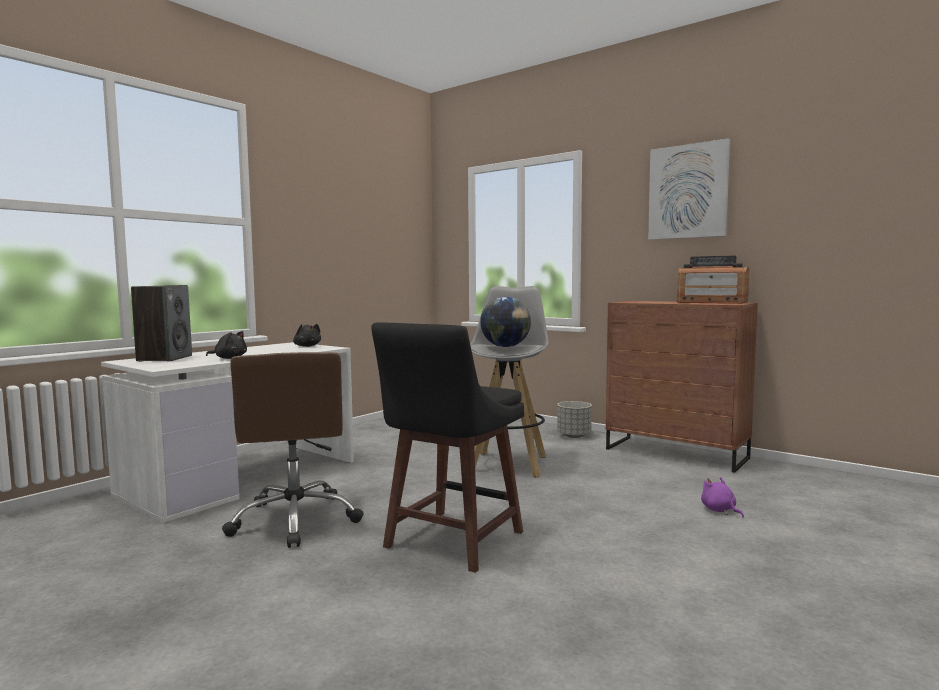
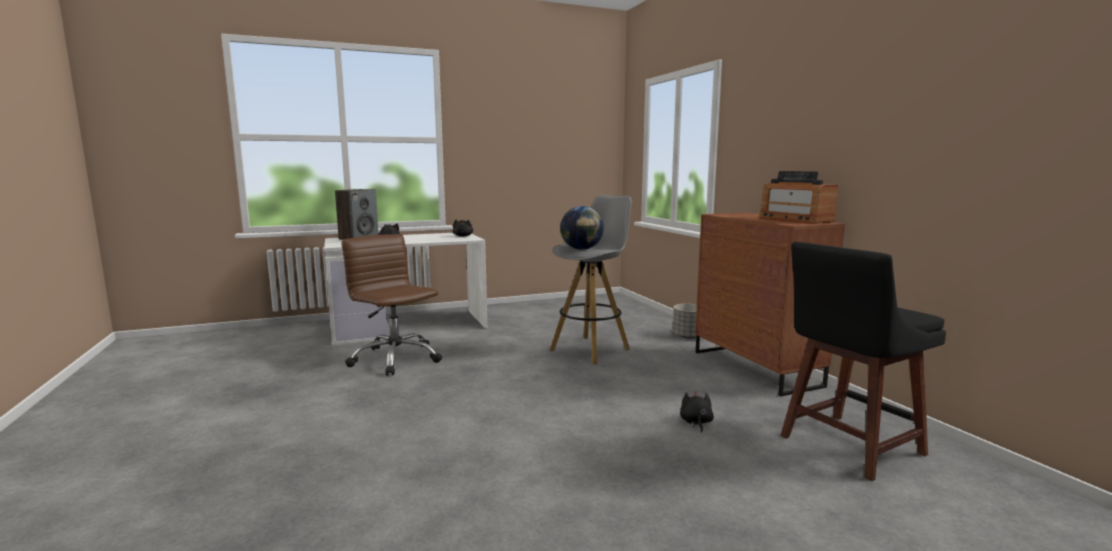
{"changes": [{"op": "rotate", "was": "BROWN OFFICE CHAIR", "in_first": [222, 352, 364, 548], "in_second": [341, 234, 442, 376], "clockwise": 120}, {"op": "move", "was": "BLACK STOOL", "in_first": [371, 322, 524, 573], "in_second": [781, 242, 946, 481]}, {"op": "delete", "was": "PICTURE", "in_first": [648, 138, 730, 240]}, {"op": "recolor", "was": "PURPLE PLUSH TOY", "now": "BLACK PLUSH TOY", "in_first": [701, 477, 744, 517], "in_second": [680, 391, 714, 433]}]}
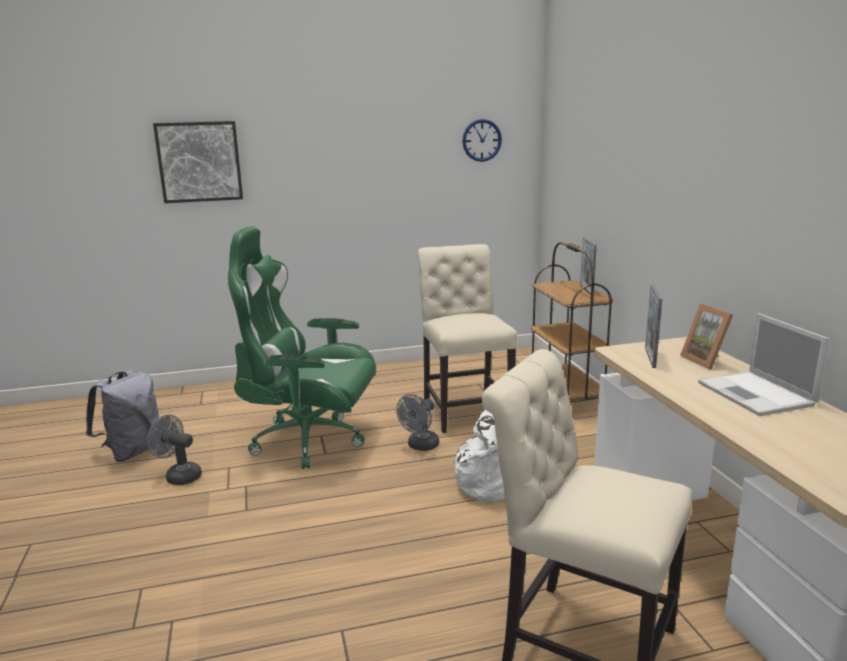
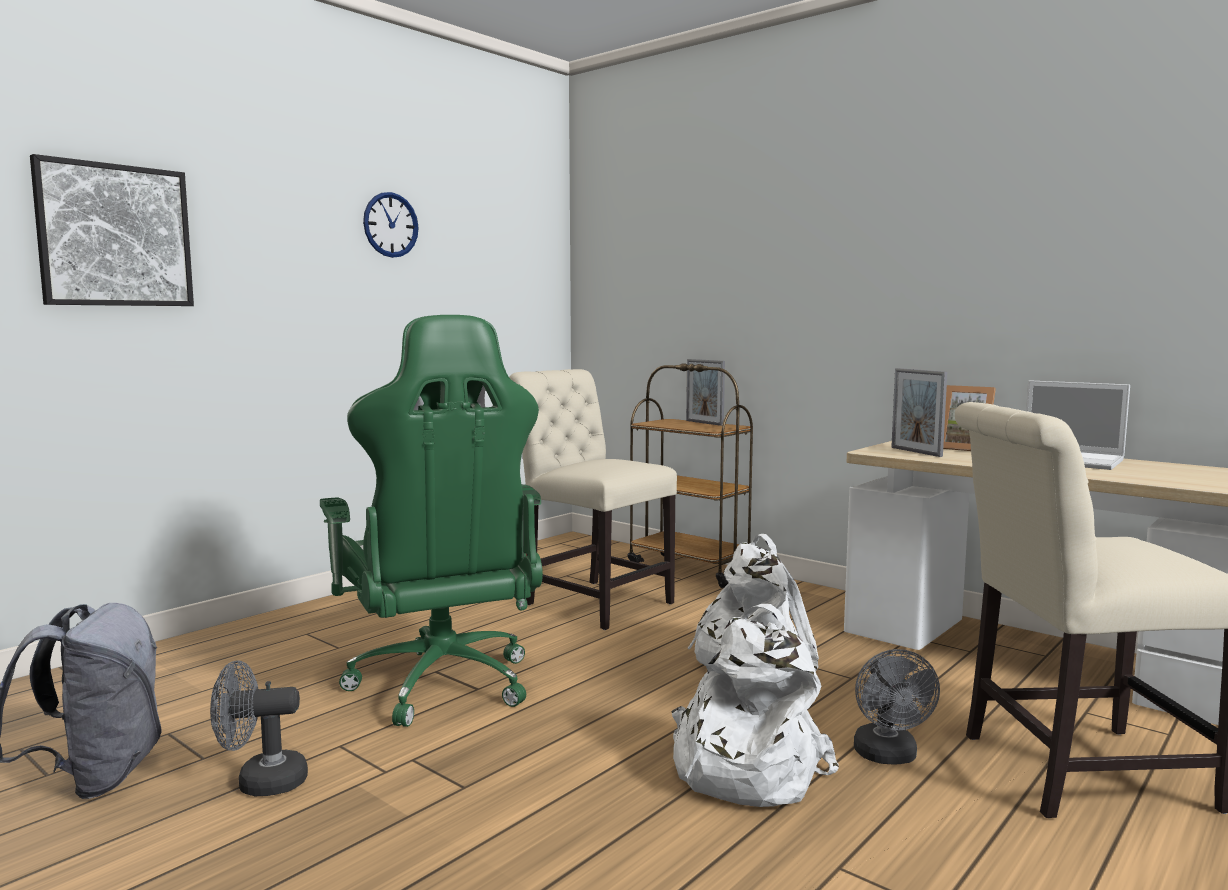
{"changes": [{"op": "rotate", "was": "GREEN OFFICE CHAIR", "in_first": [228, 226, 376, 469], "in_second": [320, 315, 543, 727], "clockwise": -90}, {"op": "move", "was": "GREY FAN", "in_first": [396, 394, 439, 451], "in_second": [854, 649, 940, 764]}, {"op": "move", "was": "WALL CLOCK", "in_first": [462, 119, 502, 162], "in_second": [363, 192, 419, 258]}, {"op": "insert", "now": "WHITE BACKPACK", "in_second": [672, 604, 839, 807]}]}
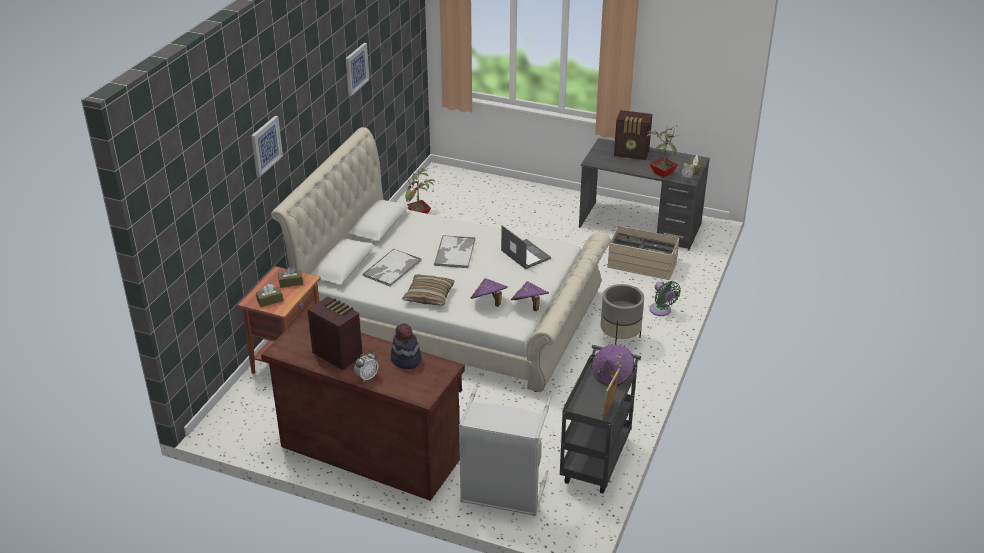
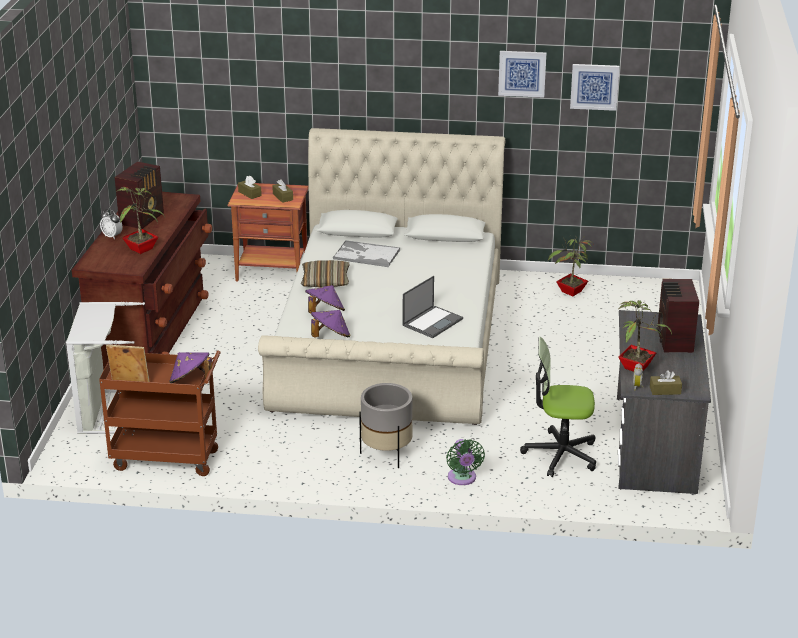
{"changes": [{"op": "move", "was": "PICTURE", "in_first": [251, 116, 283, 177], "in_second": [570, 64, 620, 111]}, {"op": "replace", "was": "HAT", "now": "POTTED PLANT", "in_first": [390, 323, 422, 369], "in_second": [115, 187, 166, 254]}, {"op": "delete", "was": "TRAY", "in_first": [434, 235, 476, 268]}, {"op": "recolor", "was": "GREY CART", "now": "BROWN CART", "in_first": [560, 345, 641, 494], "in_second": [99, 351, 220, 476]}, {"op": "replace", "was": "BEIGE STORAGE BOX", "now": "OFFICE CHAIR", "in_first": [607, 226, 679, 280], "in_second": [520, 337, 596, 477]}, {"op": "rotate", "was": "GREEN FAN", "in_first": [649, 281, 681, 316], "in_second": [446, 439, 485, 485], "clockwise": -60}]}
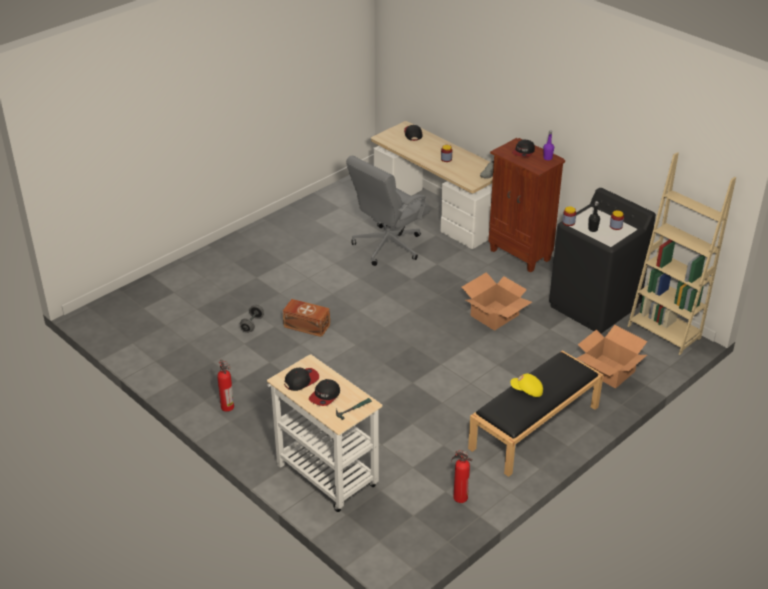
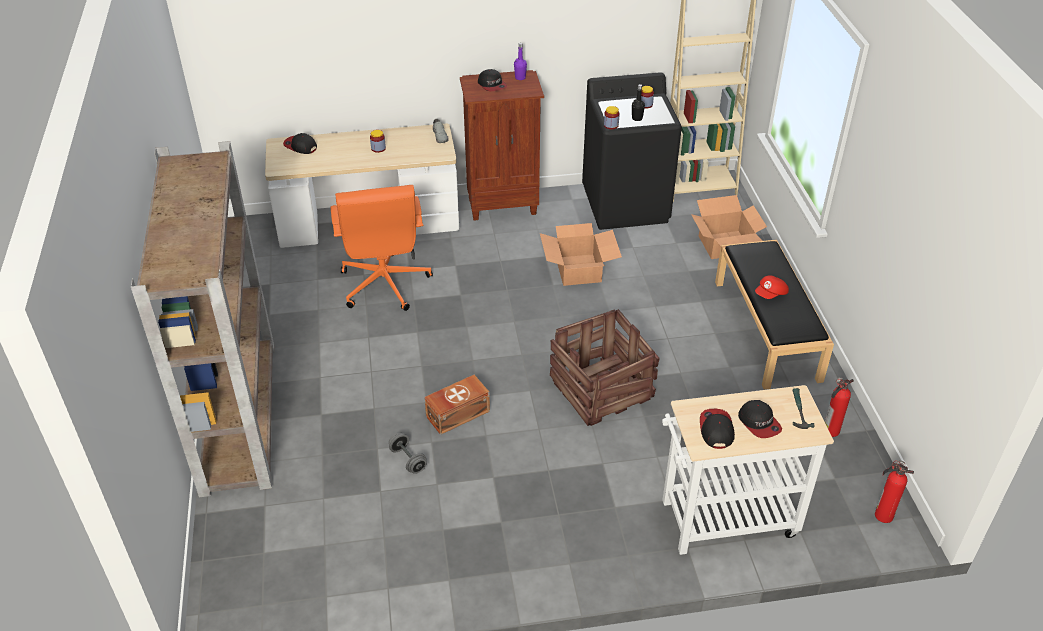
{"changes": [{"op": "move", "was": "FIRE EXTINGUISHER", "in_first": [217, 360, 234, 412], "in_second": [875, 461, 914, 523]}, {"op": "recolor", "was": "GREY OFFICE CHAIR", "now": "ORANGE OFFICE CHAIR", "in_first": [346, 156, 430, 266], "in_second": [331, 185, 433, 311]}, {"op": "recolor", "was": "YELLOW CAP", "now": "RED CAP", "in_first": [510, 374, 543, 397], "in_second": [755, 275, 789, 299]}, {"op": "insert", "now": "BROWN BOOKCASE", "in_second": [131, 141, 274, 497]}, {"op": "insert", "now": "CRATE", "in_second": [550, 309, 660, 426]}]}
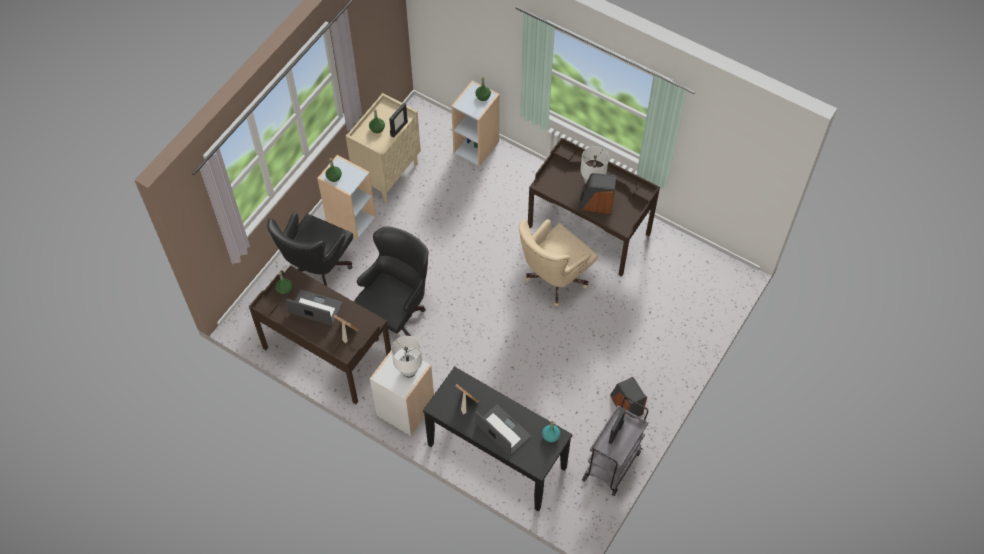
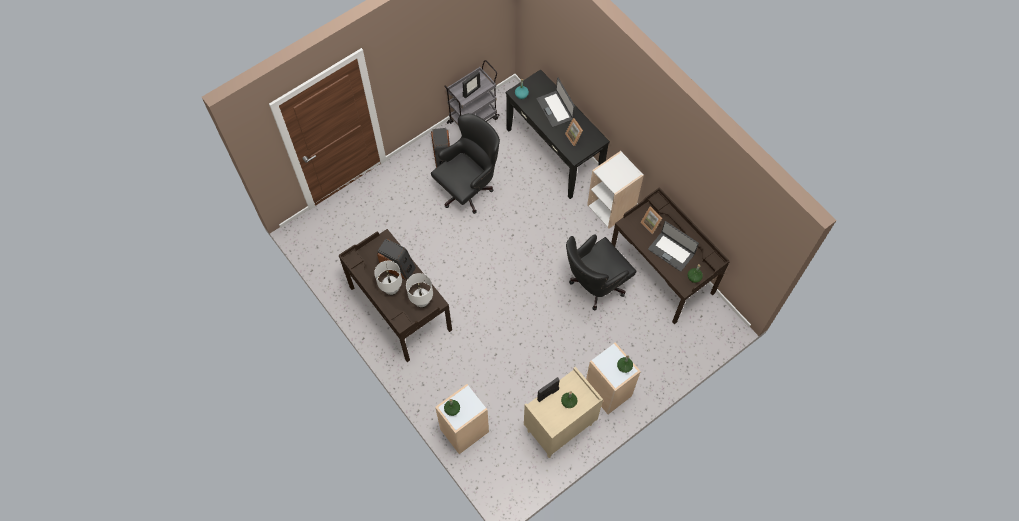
{"changes": [{"op": "move", "was": "BLACK OFFICE CHAIR", "in_first": [267, 213, 353, 286], "in_second": [431, 113, 500, 214]}, {"op": "move", "was": "WHITE TABLE LAMP", "in_first": [391, 336, 422, 377], "in_second": [406, 273, 433, 308]}, {"op": "delete", "was": "BEIGE OFFICE CHAIR", "in_first": [519, 219, 598, 306]}]}
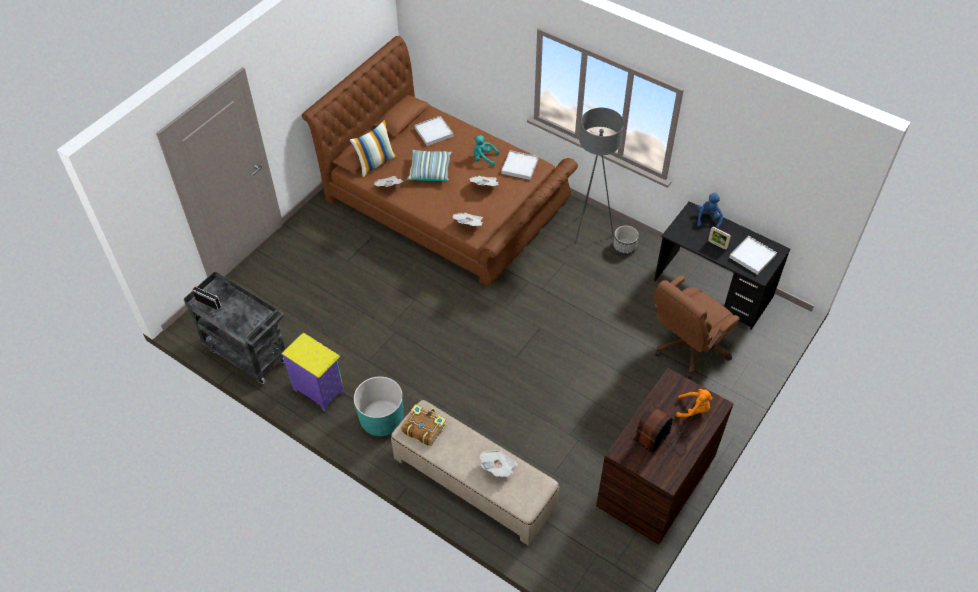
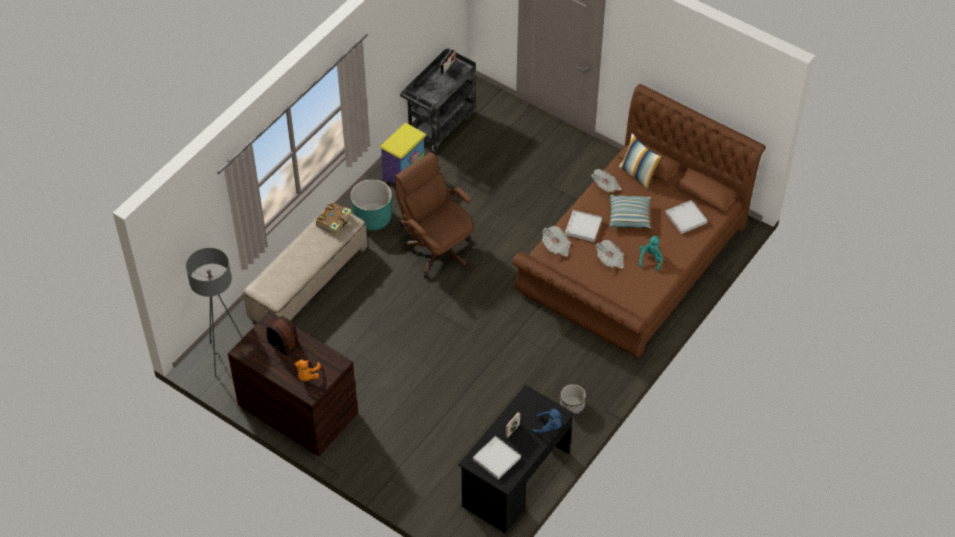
{"changes": [{"op": "delete", "was": "NEWSPAPER", "in_first": [480, 450, 518, 477]}, {"op": "move", "was": "WHITE TRAY", "in_first": [501, 150, 539, 180], "in_second": [565, 210, 602, 242]}, {"op": "move", "was": "GREY FLOOR LAMP", "in_first": [575, 108, 624, 243], "in_second": [186, 248, 243, 377]}, {"op": "move", "was": "BROWN OFFICE CHAIR", "in_first": [654, 275, 740, 379], "in_second": [395, 152, 474, 278]}]}
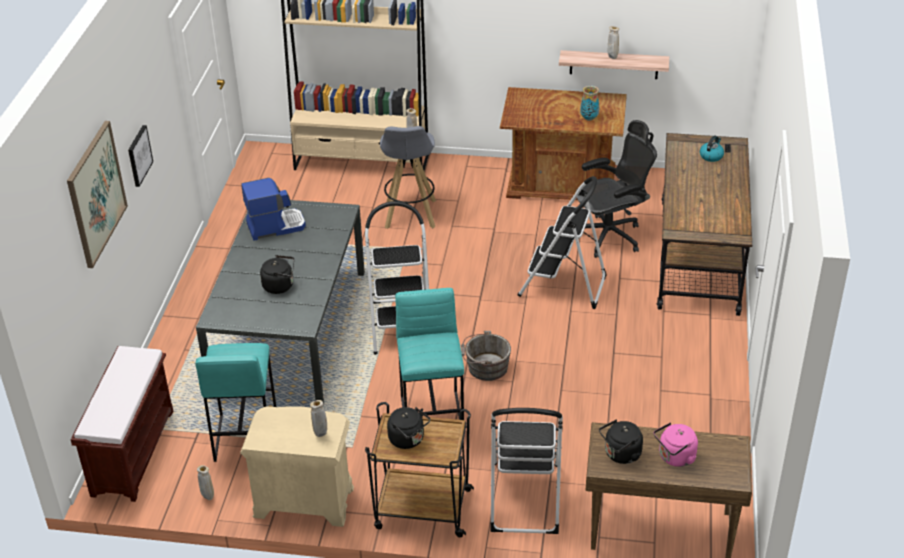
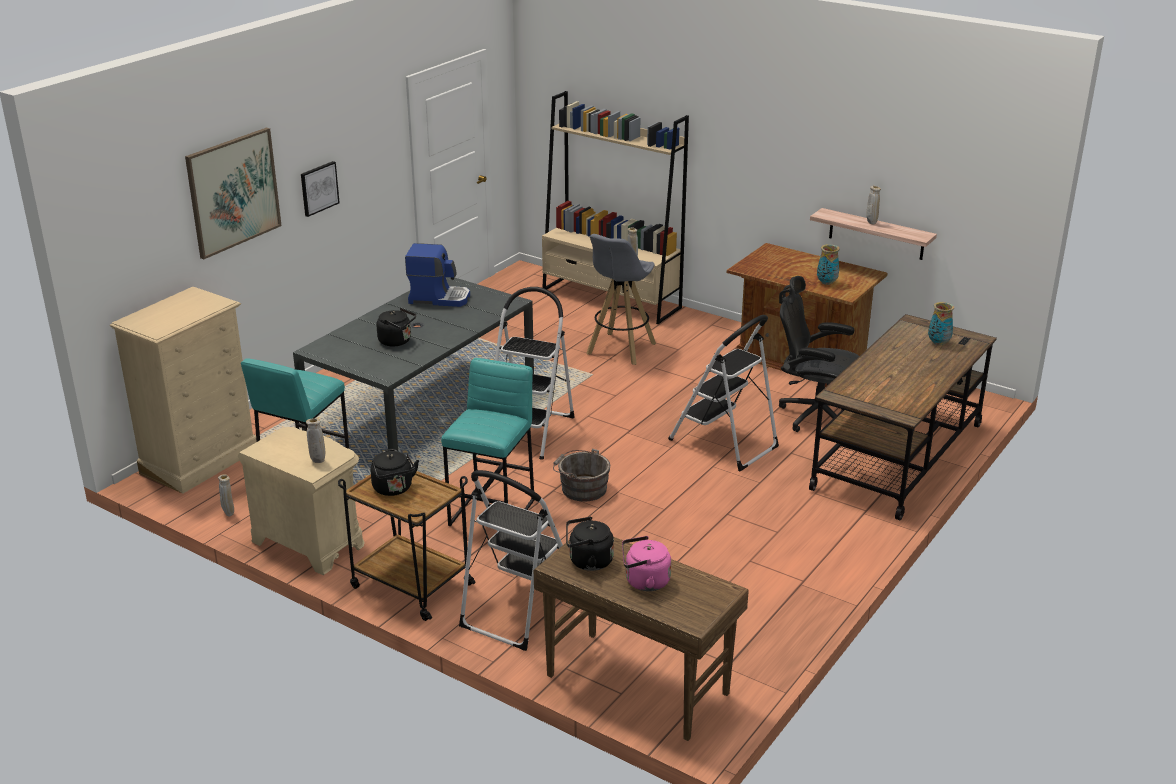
{"changes": [{"op": "replace", "was": "BROWN BENCH", "now": "BEIGE DRESSER", "in_first": [71, 346, 173, 502], "in_second": [110, 287, 257, 494]}, {"op": "rotate", "was": "OFFICE CHAIR", "in_first": [576, 120, 657, 258], "in_second": [779, 276, 859, 432], "clockwise": -150}, {"op": "replace", "was": "KETTLE", "now": "VASE", "in_first": [700, 136, 724, 162], "in_second": [928, 302, 954, 346]}]}
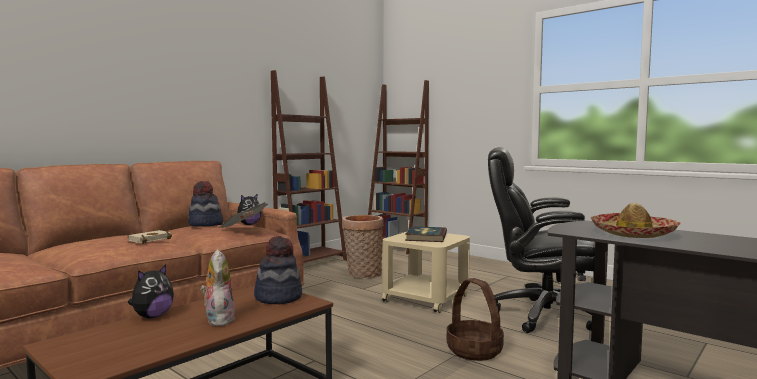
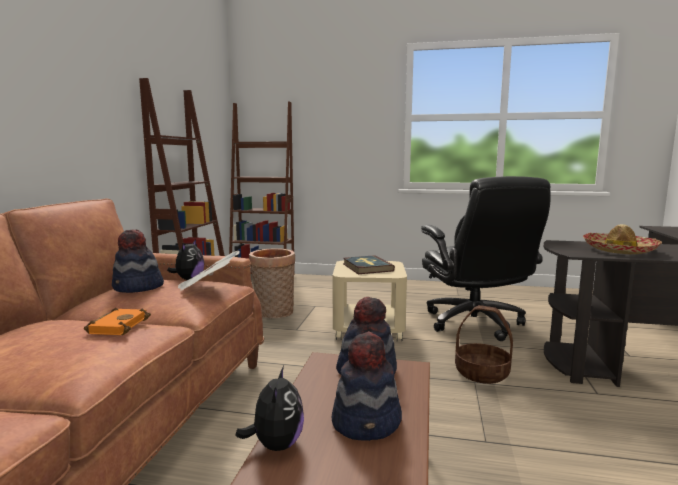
{"changes": [{"op": "recolor", "was": "BEIGE BOOK", "now": "ORANGE BOOK", "in_first": [128, 229, 172, 244], "in_second": [84, 308, 151, 335]}, {"op": "replace", "was": "PLUSH TOY", "now": "HAT", "in_first": [200, 249, 236, 326], "in_second": [332, 331, 402, 441]}, {"op": "rotate", "was": "BLACK OFFICE CHAIR", "in_first": [488, 147, 595, 333], "in_second": [421, 176, 551, 341], "clockwise": -90}]}
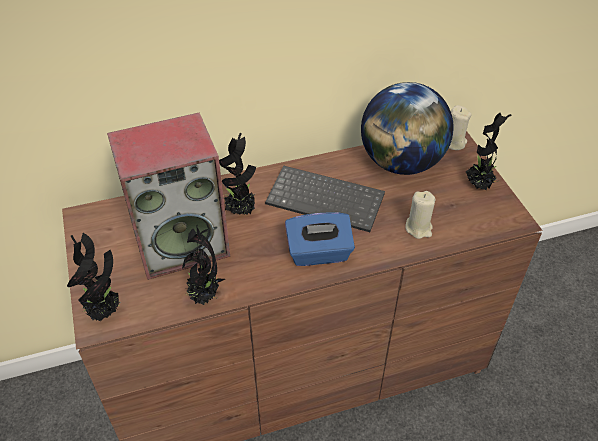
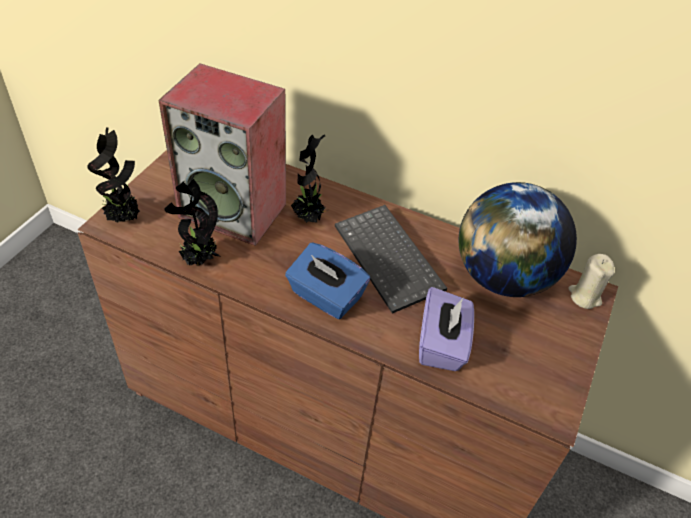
{"changes": [{"op": "replace", "was": "BEIGE CANDLE", "now": "PURPLE TISSUE BOX", "in_first": [405, 191, 435, 239], "in_second": [419, 287, 474, 371]}, {"op": "delete", "was": "POTTED PLANT", "in_first": [466, 113, 512, 190]}]}
